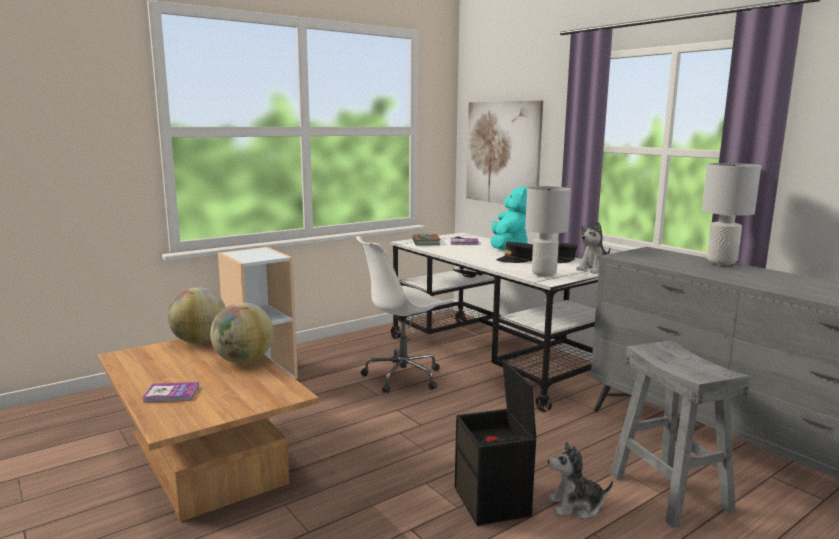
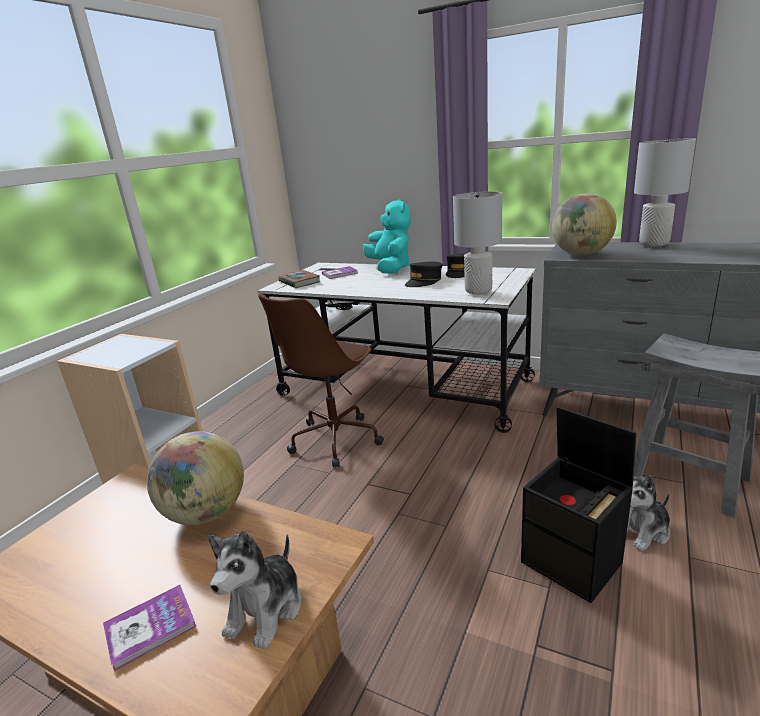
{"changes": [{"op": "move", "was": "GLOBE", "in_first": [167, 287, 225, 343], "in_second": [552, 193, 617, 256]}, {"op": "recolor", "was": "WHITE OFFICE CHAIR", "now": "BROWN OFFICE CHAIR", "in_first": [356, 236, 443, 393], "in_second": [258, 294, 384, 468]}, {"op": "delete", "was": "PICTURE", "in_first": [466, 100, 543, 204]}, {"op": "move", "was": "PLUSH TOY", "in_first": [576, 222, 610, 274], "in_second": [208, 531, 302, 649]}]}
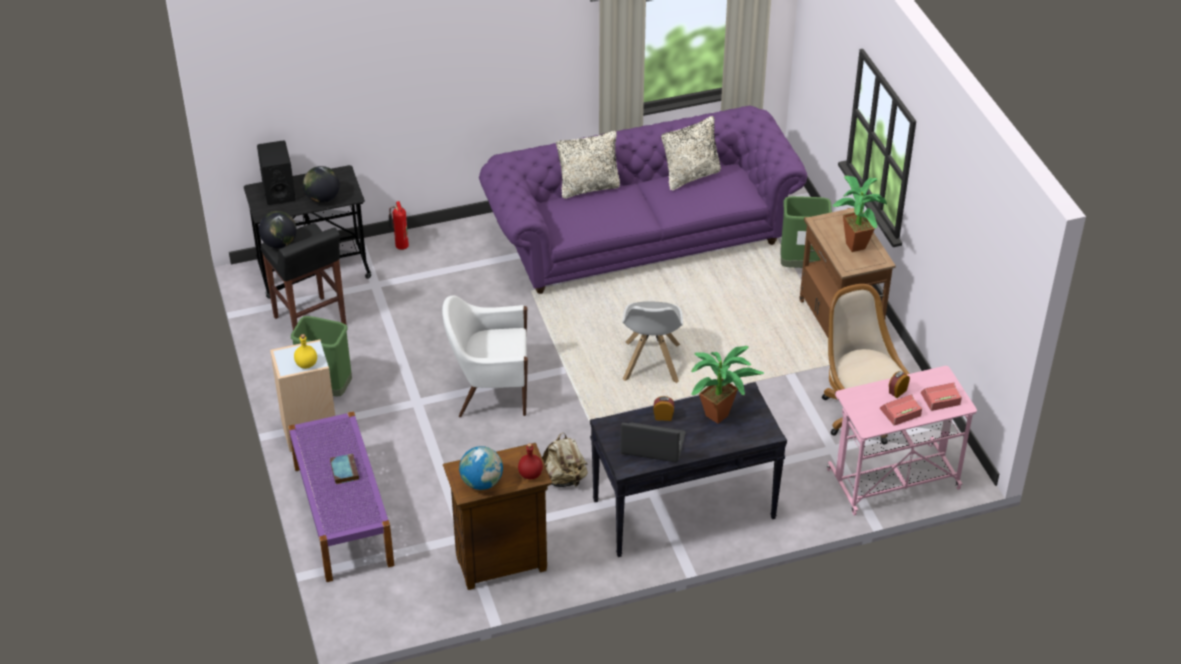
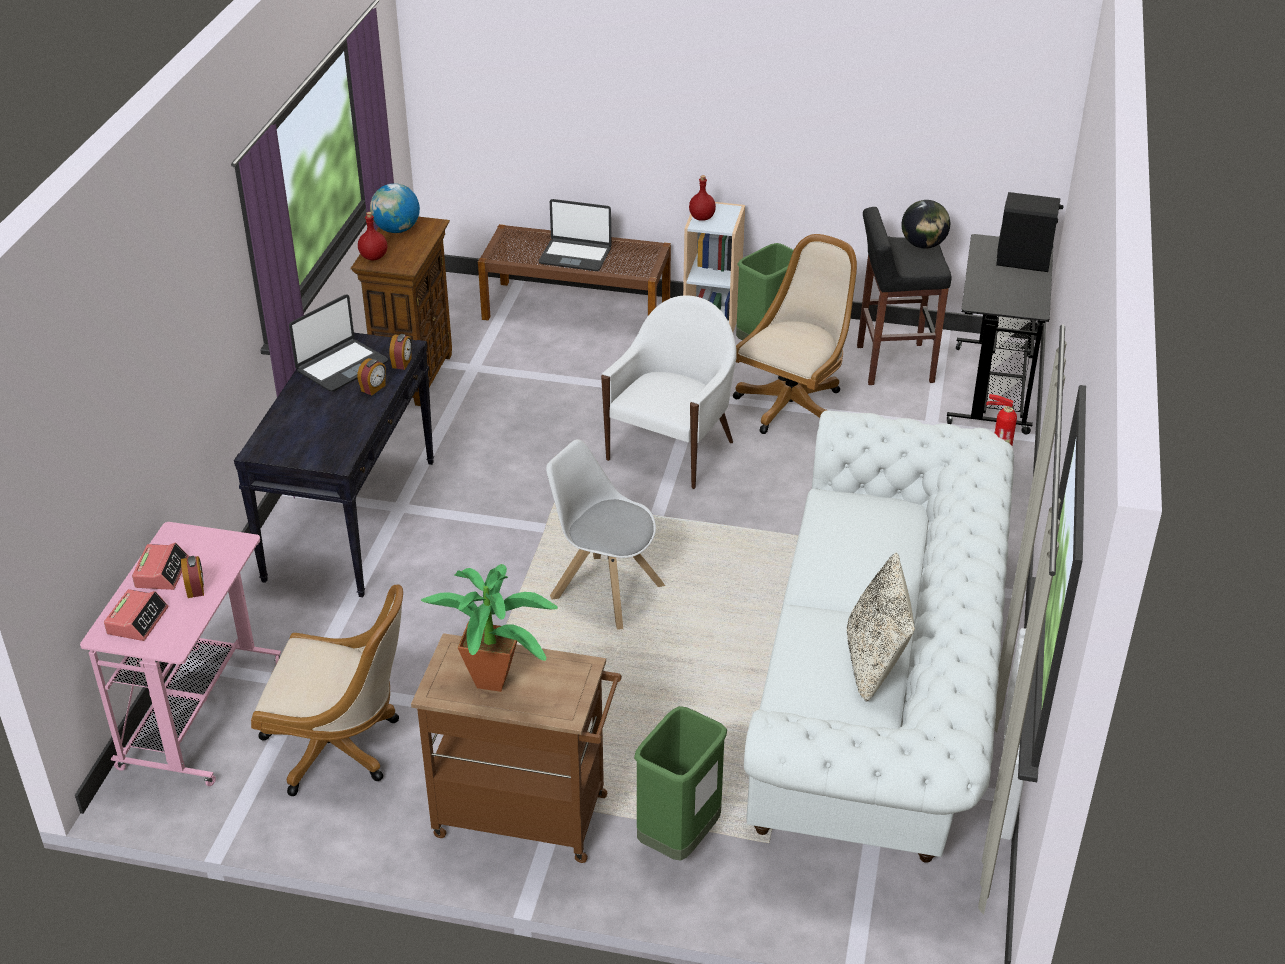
{"changes": [{"op": "recolor", "was": "PURPLE BENCH", "now": "BROWN BENCH", "in_first": [288, 411, 395, 582], "in_second": [478, 224, 671, 321]}, {"op": "recolor", "was": "YELLOW BOTTLE", "now": "RED BOTTLE", "in_first": [294, 334, 317, 369], "in_second": [689, 175, 716, 221]}, {"op": "delete", "was": "GLOBE", "in_first": [303, 166, 340, 203]}, {"op": "replace", "was": "BOOK", "now": "LAPTOP", "in_first": [330, 453, 359, 484], "in_second": [539, 199, 611, 271]}, {"op": "recolor", "was": "PURPLE SOFA", "now": "WHITE SOFA", "in_first": [479, 105, 807, 294], "in_second": [744, 410, 1014, 863]}, {"op": "delete", "was": "BEIGE BACKPACK", "in_first": [542, 432, 588, 487]}, {"op": "delete", "was": "BEIGE PILLOW", "in_first": [556, 130, 620, 199]}, {"op": "delete", "was": "POTTED PLANT", "in_first": [691, 346, 764, 424]}, {"op": "insert", "now": "ALARM CLOCK", "in_second": [389, 334, 412, 370]}, {"op": "insert", "now": "OFFICE CHAIR", "in_second": [733, 234, 857, 434]}]}
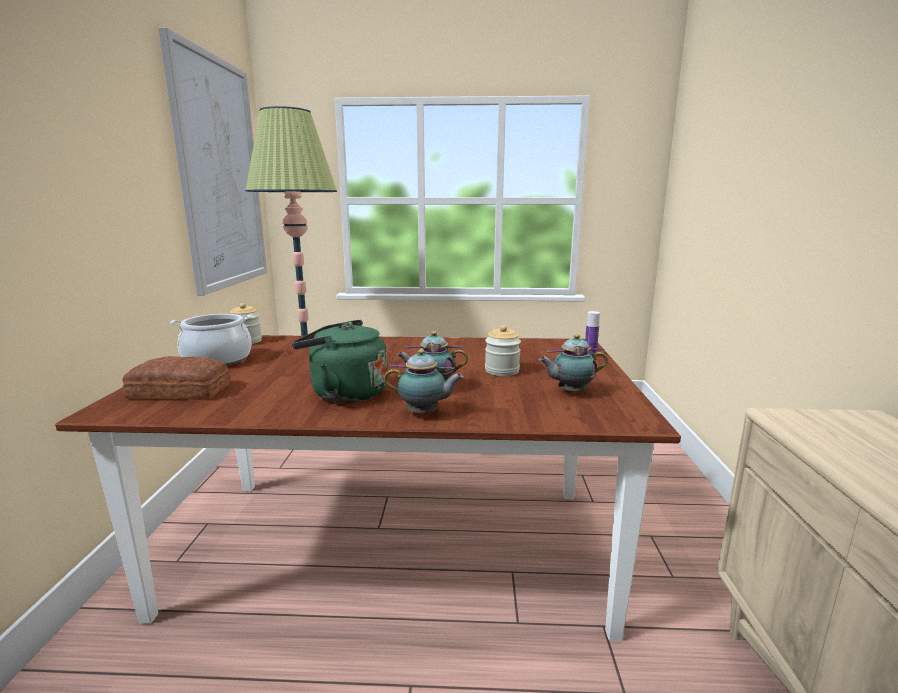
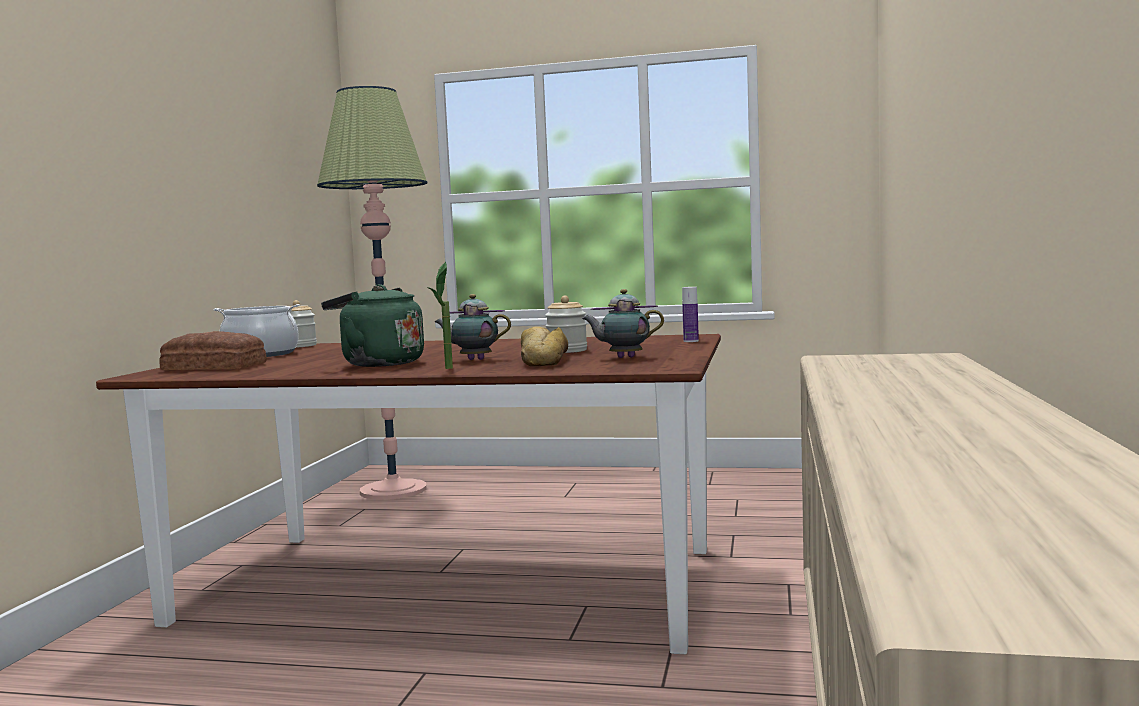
{"changes": [{"op": "delete", "was": "PICTURE", "in_first": [158, 27, 267, 295]}, {"op": "replace", "was": "TEAPOT", "now": "POTTED PLANT", "in_first": [384, 349, 464, 414], "in_second": [428, 262, 453, 369]}, {"op": "insert", "now": "BREAD", "in_second": [521, 327, 568, 366]}]}
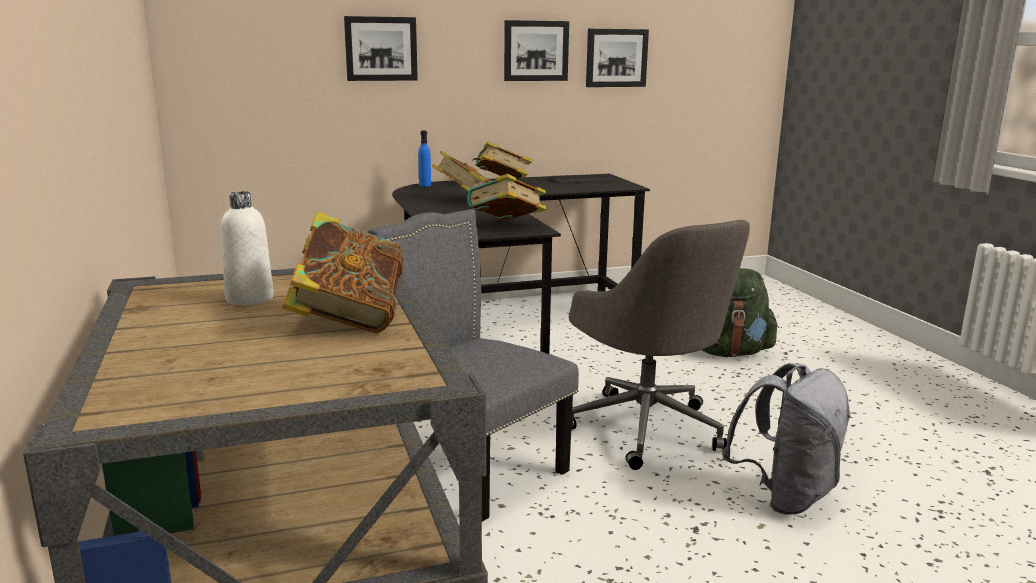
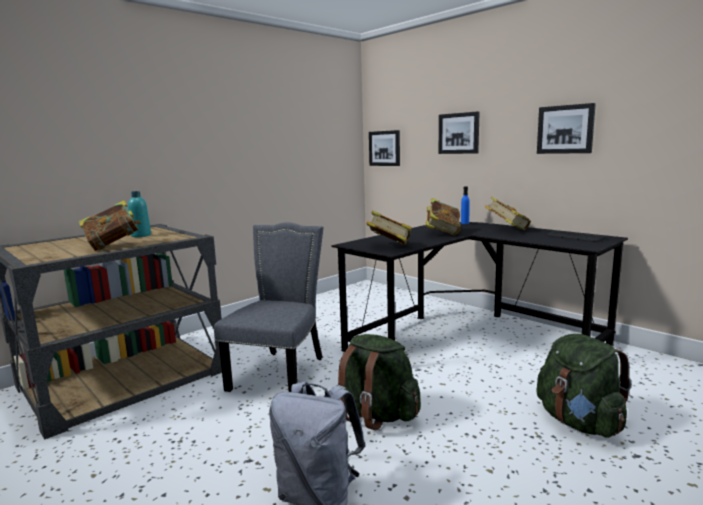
{"changes": [{"op": "recolor", "was": "WHITE BOTTLE", "now": "TURQUOISE BOTTLE", "in_first": [221, 191, 274, 305], "in_second": [128, 191, 151, 237]}, {"op": "replace", "was": "GREY OFFICE CHAIR", "now": "GREEN BACKPACK", "in_first": [569, 220, 750, 470], "in_second": [337, 334, 421, 430]}, {"op": "move", "was": "PICTURE", "in_first": [586, 29, 649, 87], "in_second": [369, 130, 400, 166]}]}
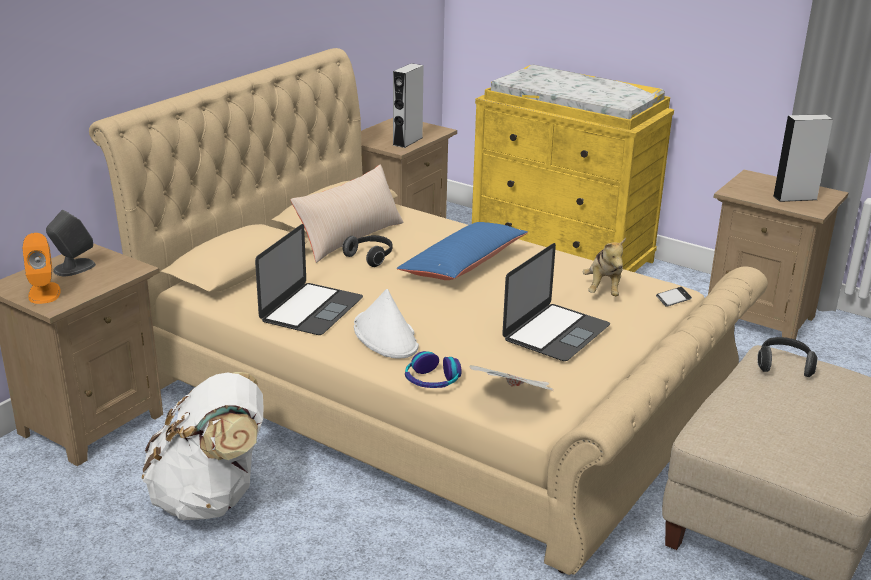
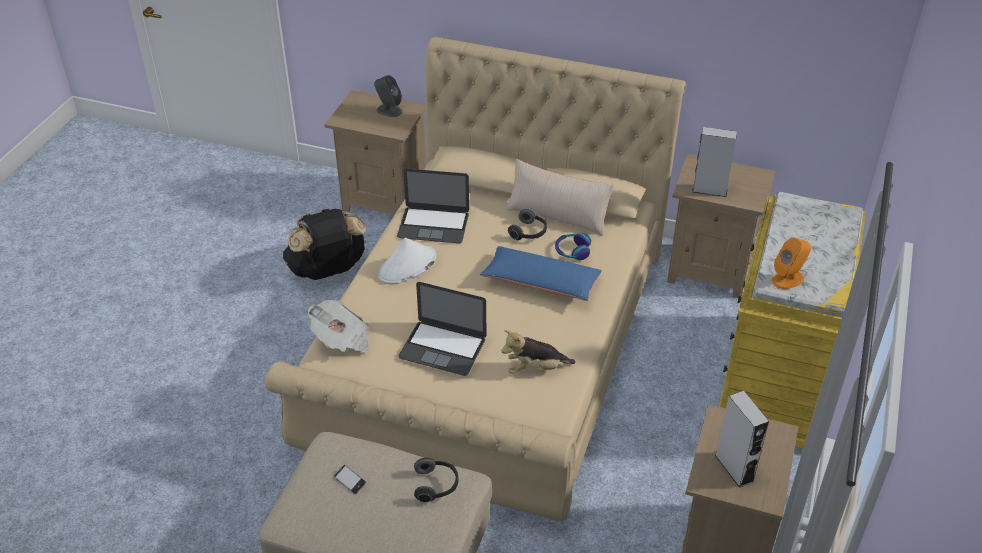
{"changes": [{"op": "move", "was": "ORANGE SPEAKER", "in_first": [22, 233, 61, 304], "in_second": [771, 237, 811, 289]}, {"op": "recolor", "was": "WHITE BACKPACK", "now": "BLACK BACKPACK", "in_first": [142, 372, 263, 520], "in_second": [283, 208, 366, 280]}, {"op": "move", "was": "HEADPHONES", "in_first": [405, 351, 462, 388], "in_second": [555, 233, 591, 260]}, {"op": "move", "was": "PHONE", "in_first": [656, 287, 692, 307], "in_second": [334, 465, 366, 494]}]}
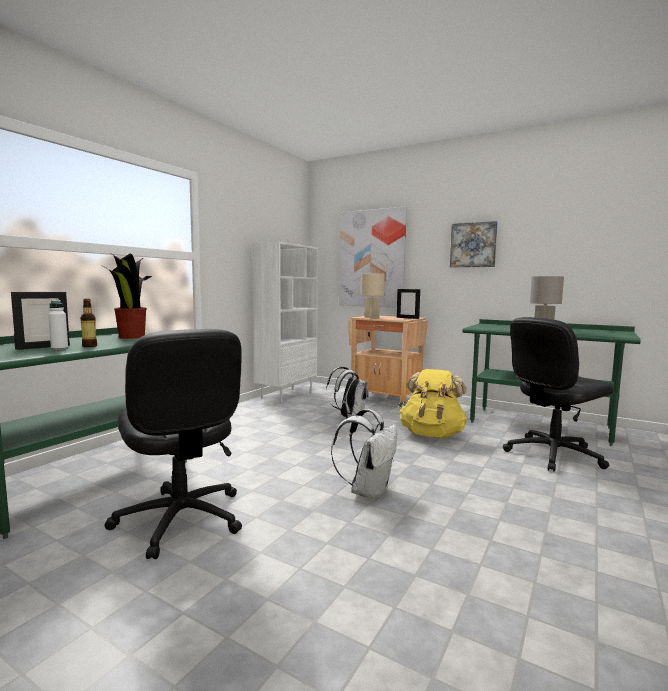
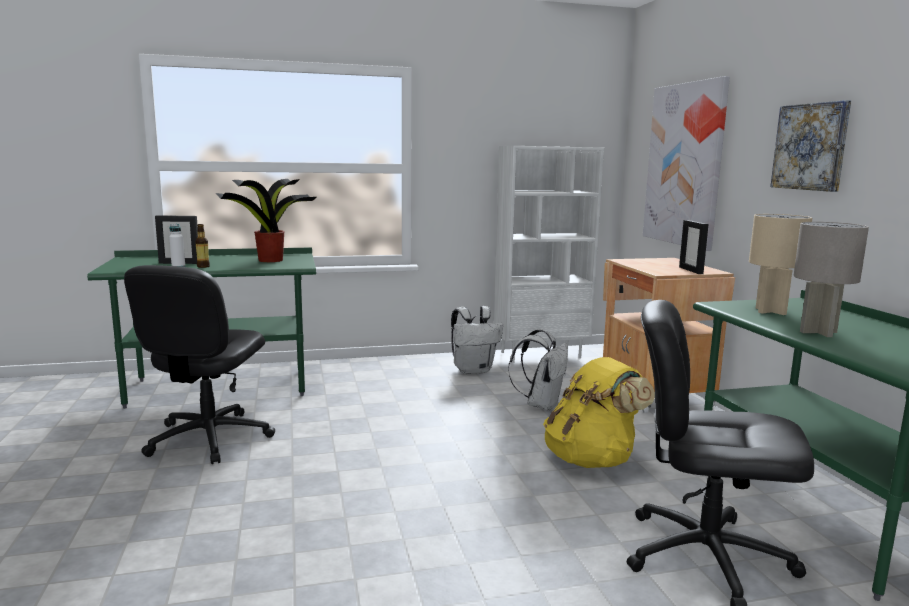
{"changes": [{"op": "move", "was": "WHITE BACKPACK", "in_first": [331, 409, 397, 500], "in_second": [451, 306, 503, 374]}, {"op": "move", "was": "BEIGE TABLE LAMP", "in_first": [361, 273, 385, 318], "in_second": [749, 214, 812, 315]}]}
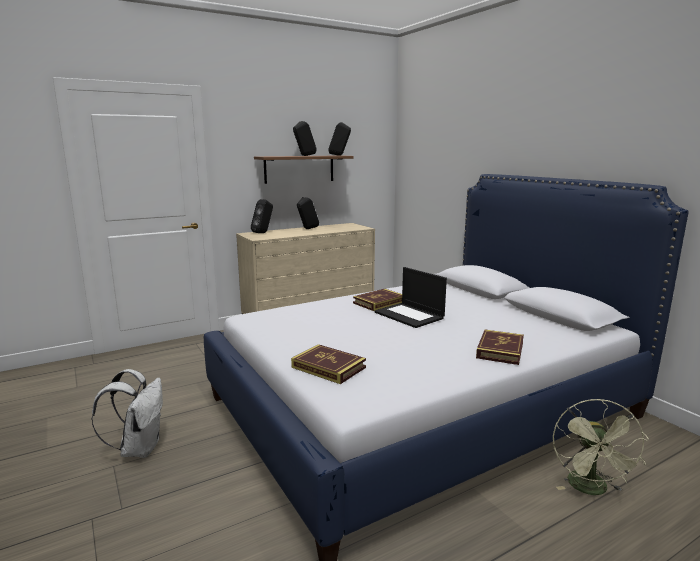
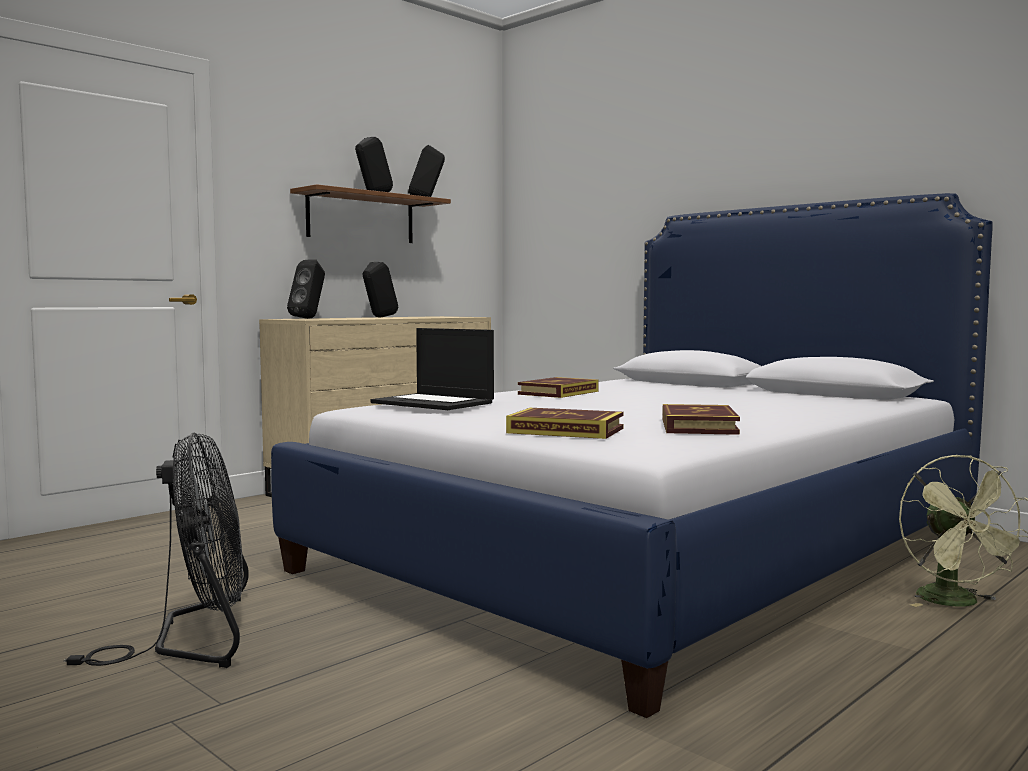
{"changes": [{"op": "replace", "was": "WHITE BACKPACK", "now": "BLACK FAN", "in_first": [91, 369, 163, 458], "in_second": [64, 433, 249, 668]}, {"op": "move", "was": "LAPTOP", "in_first": [374, 267, 447, 328], "in_second": [370, 328, 494, 410]}, {"op": "move", "was": "BOOK", "in_first": [476, 330, 524, 365], "in_second": [662, 404, 740, 435]}]}
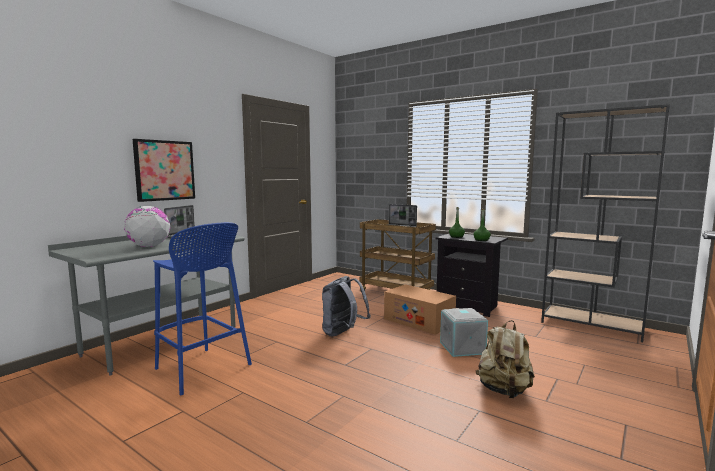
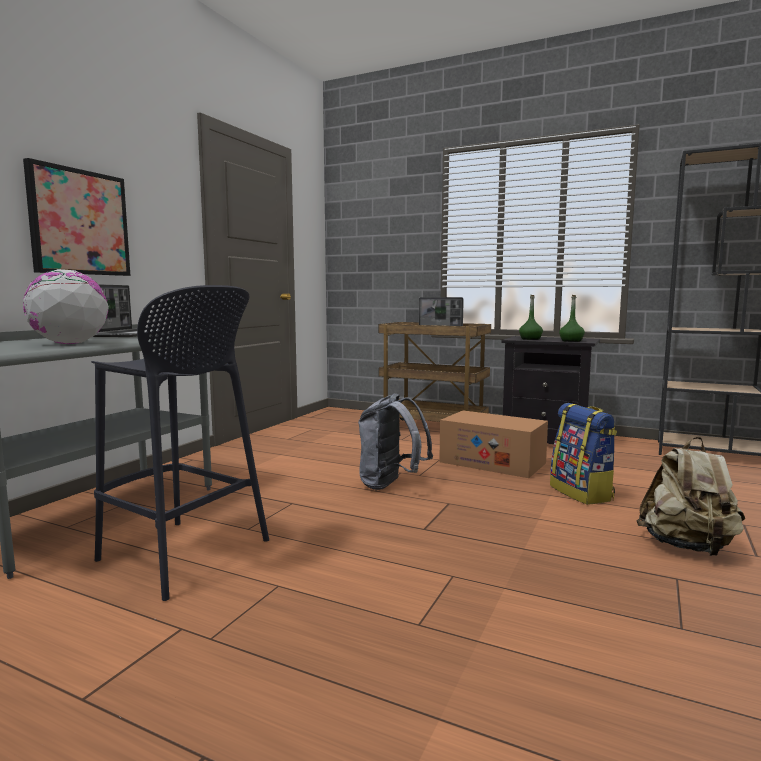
{"changes": [{"op": "recolor", "was": "BLUE STOOL", "now": "GREY STOOL", "in_first": [153, 222, 252, 395], "in_second": [91, 285, 269, 601]}, {"op": "replace", "was": "GREY STORAGE BOX", "now": "BACKPACK", "in_first": [440, 308, 488, 357], "in_second": [550, 403, 617, 505]}]}
